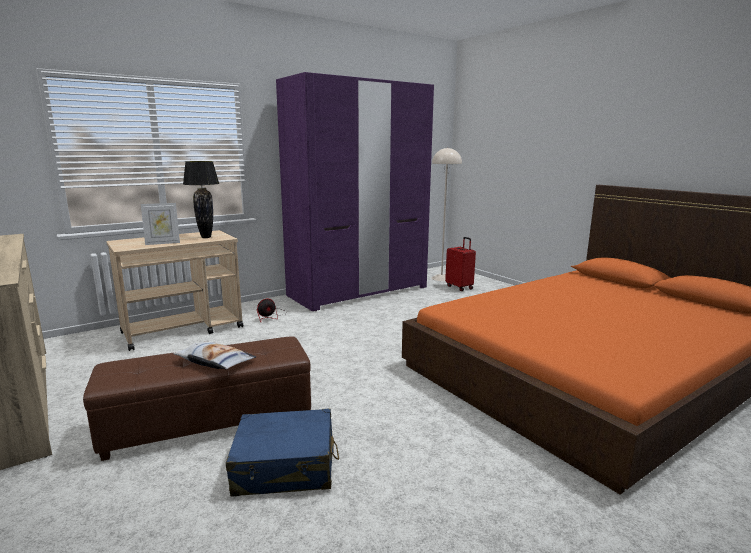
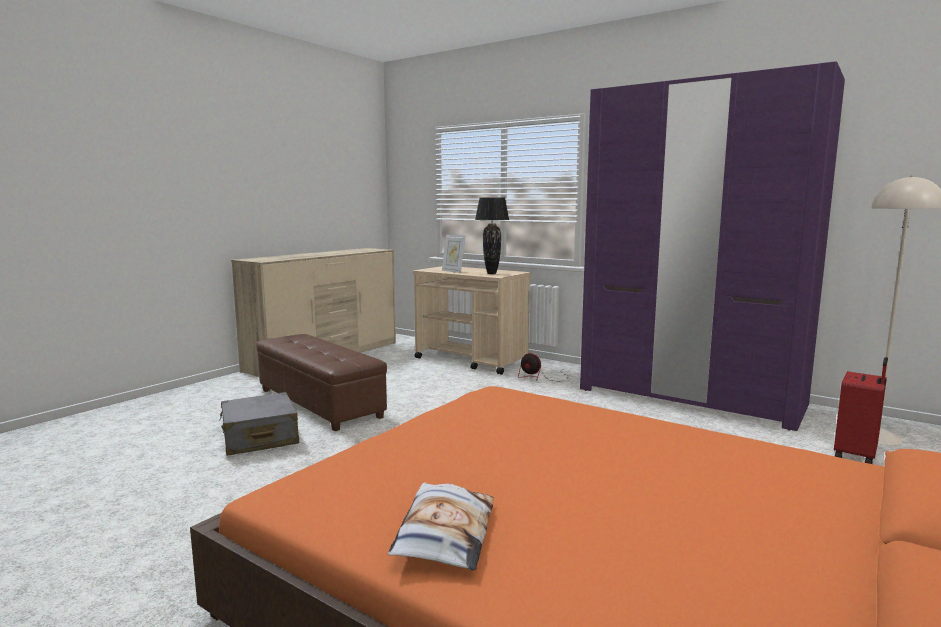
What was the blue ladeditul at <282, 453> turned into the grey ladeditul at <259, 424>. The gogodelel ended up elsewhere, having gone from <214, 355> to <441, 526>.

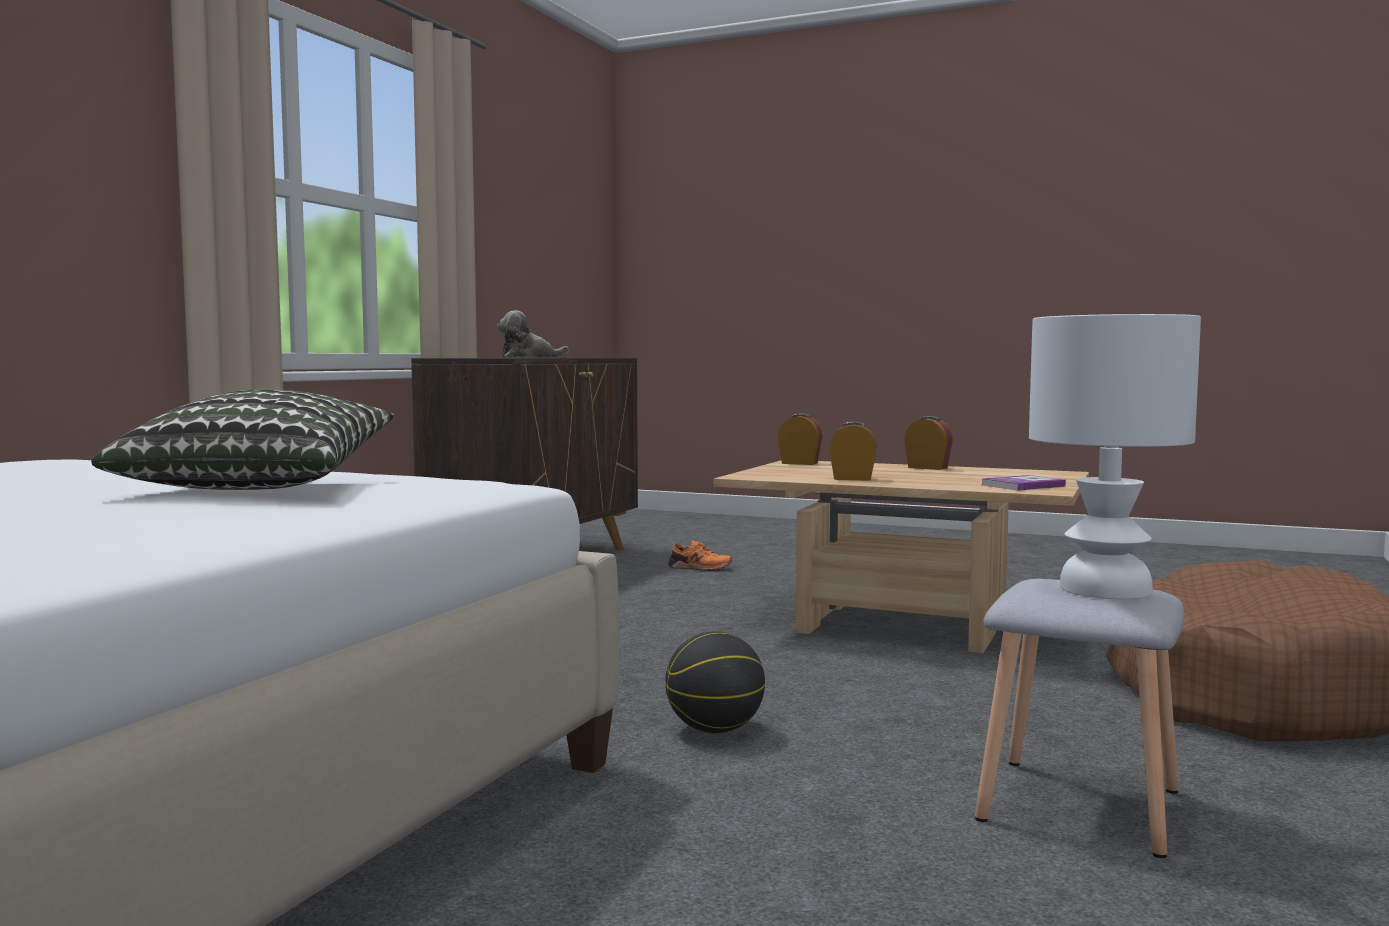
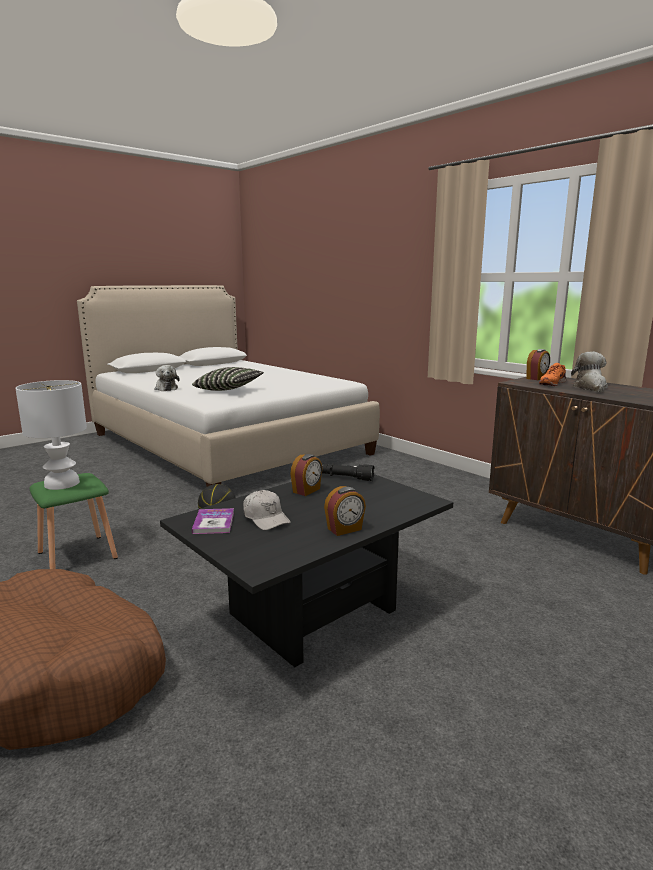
What was the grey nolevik at <1079, 718> turned into the green nolevik at <73, 521>. The second view gained the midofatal at <167, 378>. What was the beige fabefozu at <901, 556> turned into the black fabefozu at <306, 566>. The second view gained the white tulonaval at <267, 510>. The second view gained the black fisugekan at <348, 472>. The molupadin ended up elsewhere, having gone from <800, 439> to <538, 364>. The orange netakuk ended up elsewhere, having gone from <700, 555> to <552, 374>.

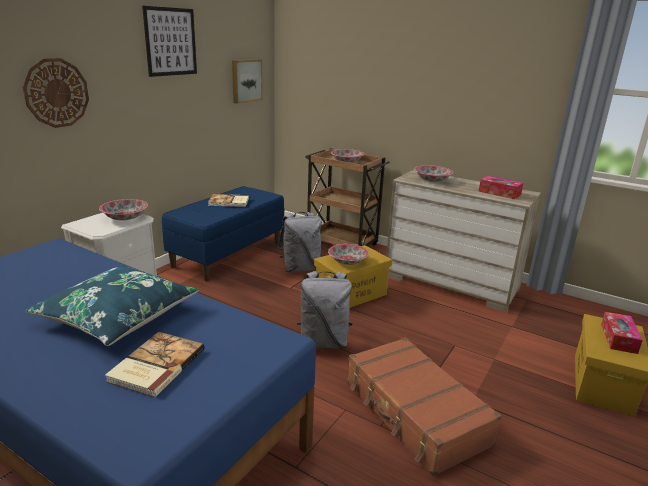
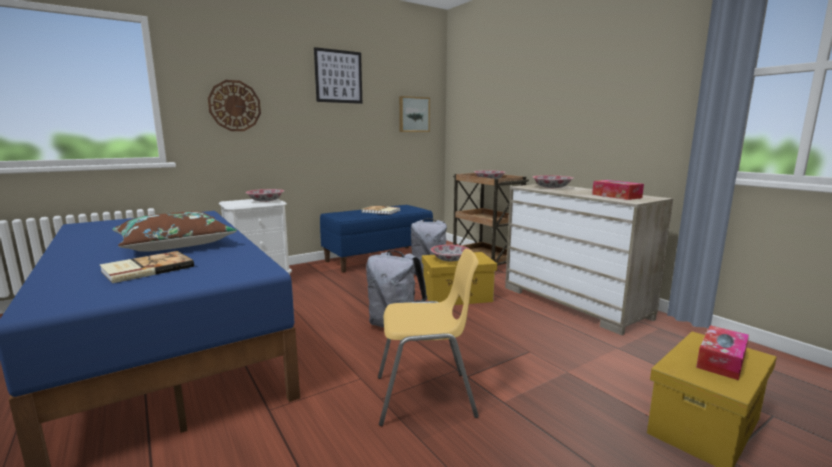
What was the blue gogodelel at <112, 305> turned into the brown gogodelel at <174, 231>. Where the brown ladeditul stood at <424, 406>, the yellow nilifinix came to stand at <428, 337>.

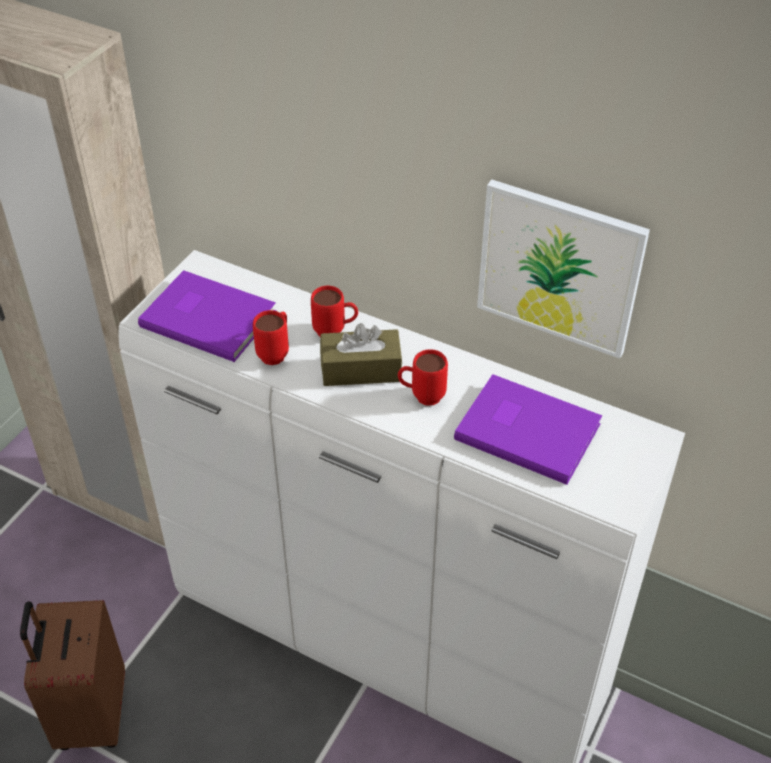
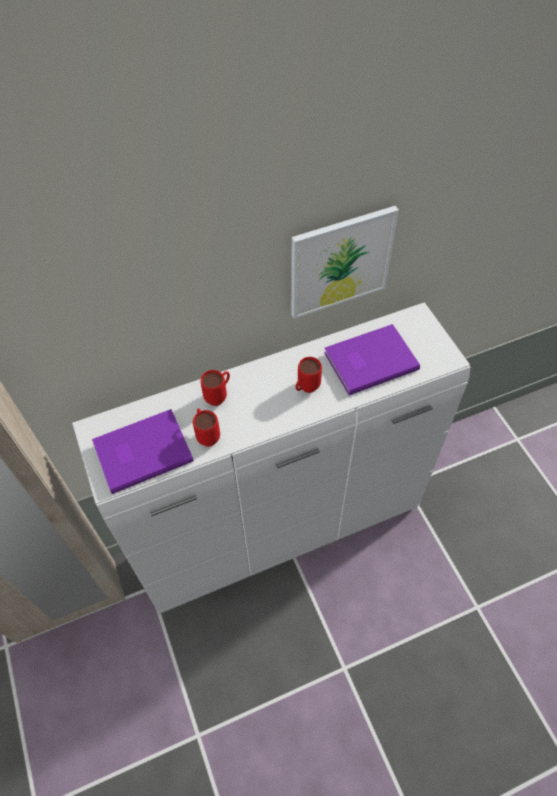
The second view lost the brown ladeditul at <72, 675>. The second view lost the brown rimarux at <361, 354>.

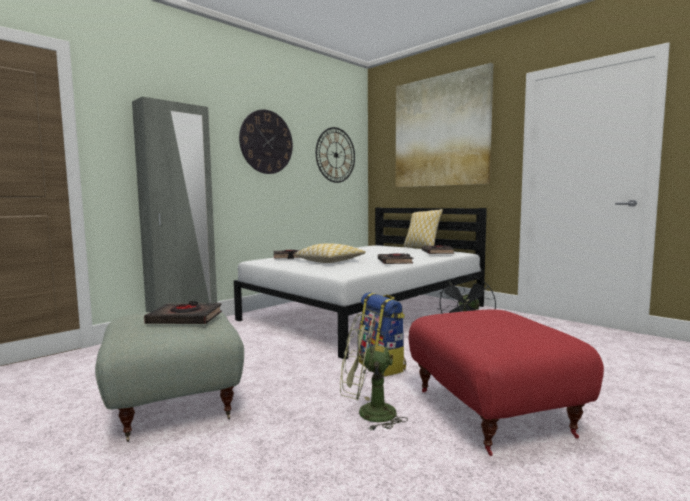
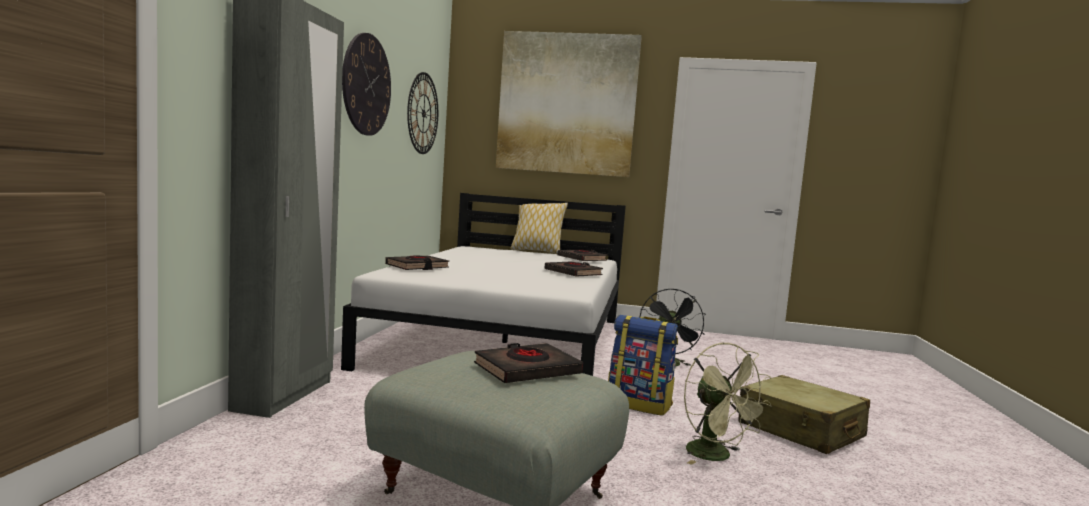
The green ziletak at <374, 372> ended up facing another way, 90 degrees counterclockwise from before. Where the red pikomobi stood at <506, 382>, the beige ladeditul came to stand at <804, 414>. The second view lost the gogodelel at <330, 253>.

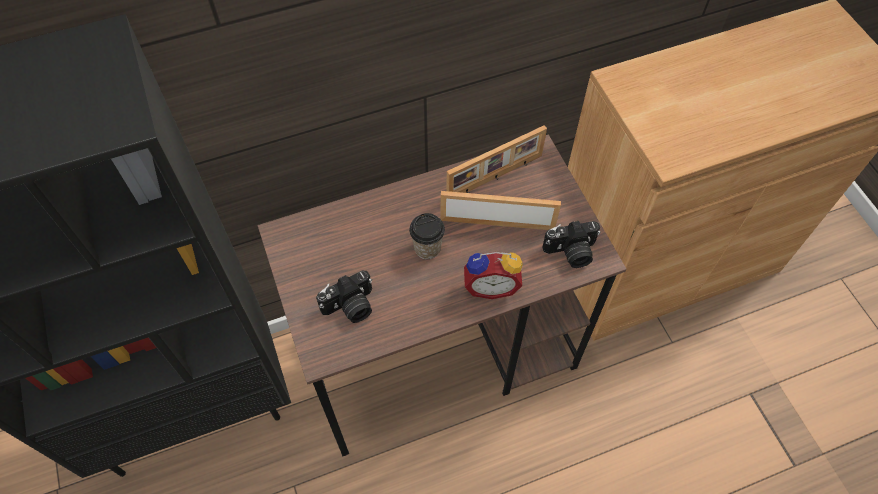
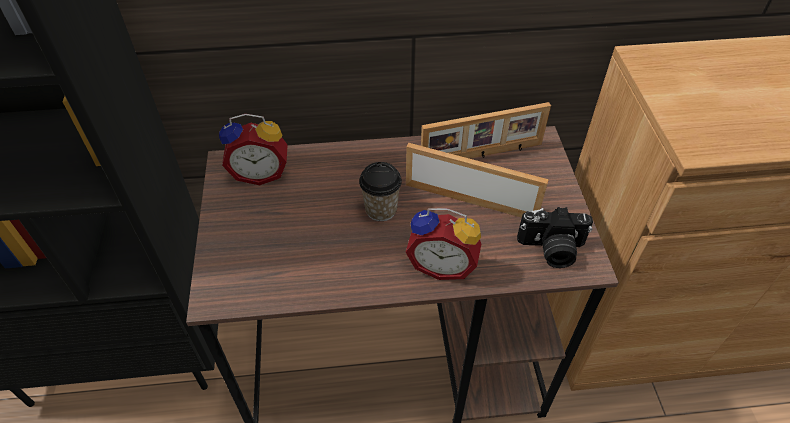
The second view gained the molupadin at <253, 149>. The second view lost the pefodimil at <344, 297>.

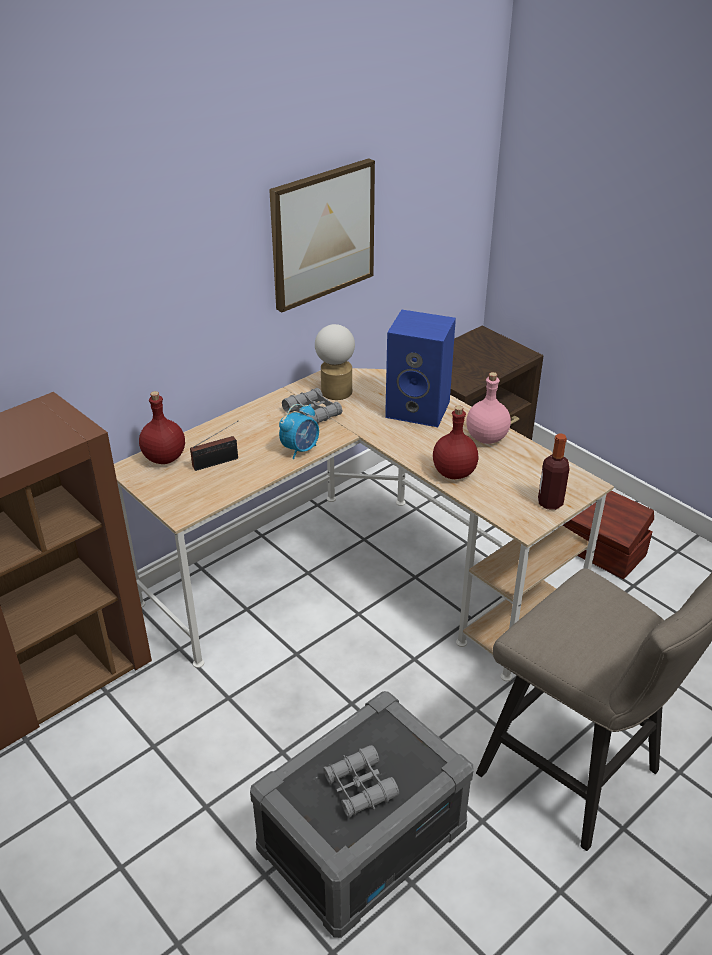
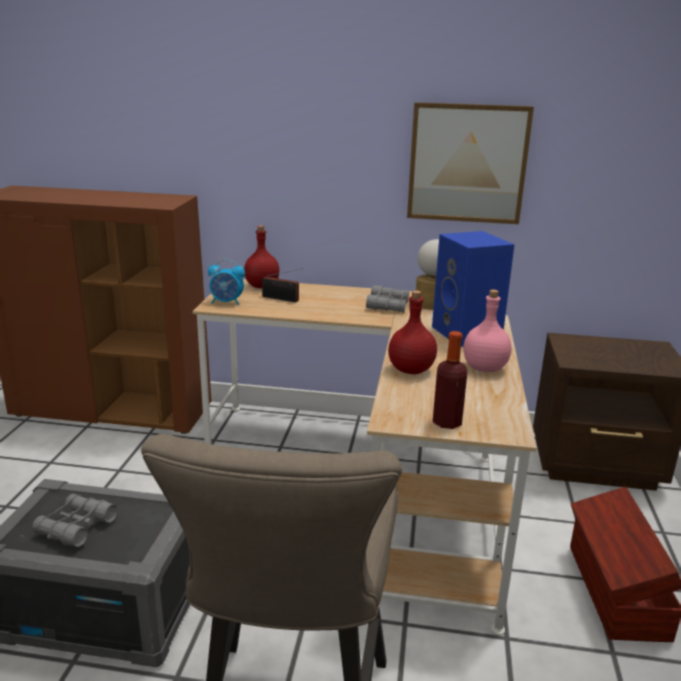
The molupadin ended up elsewhere, having gone from <299, 431> to <226, 282>.

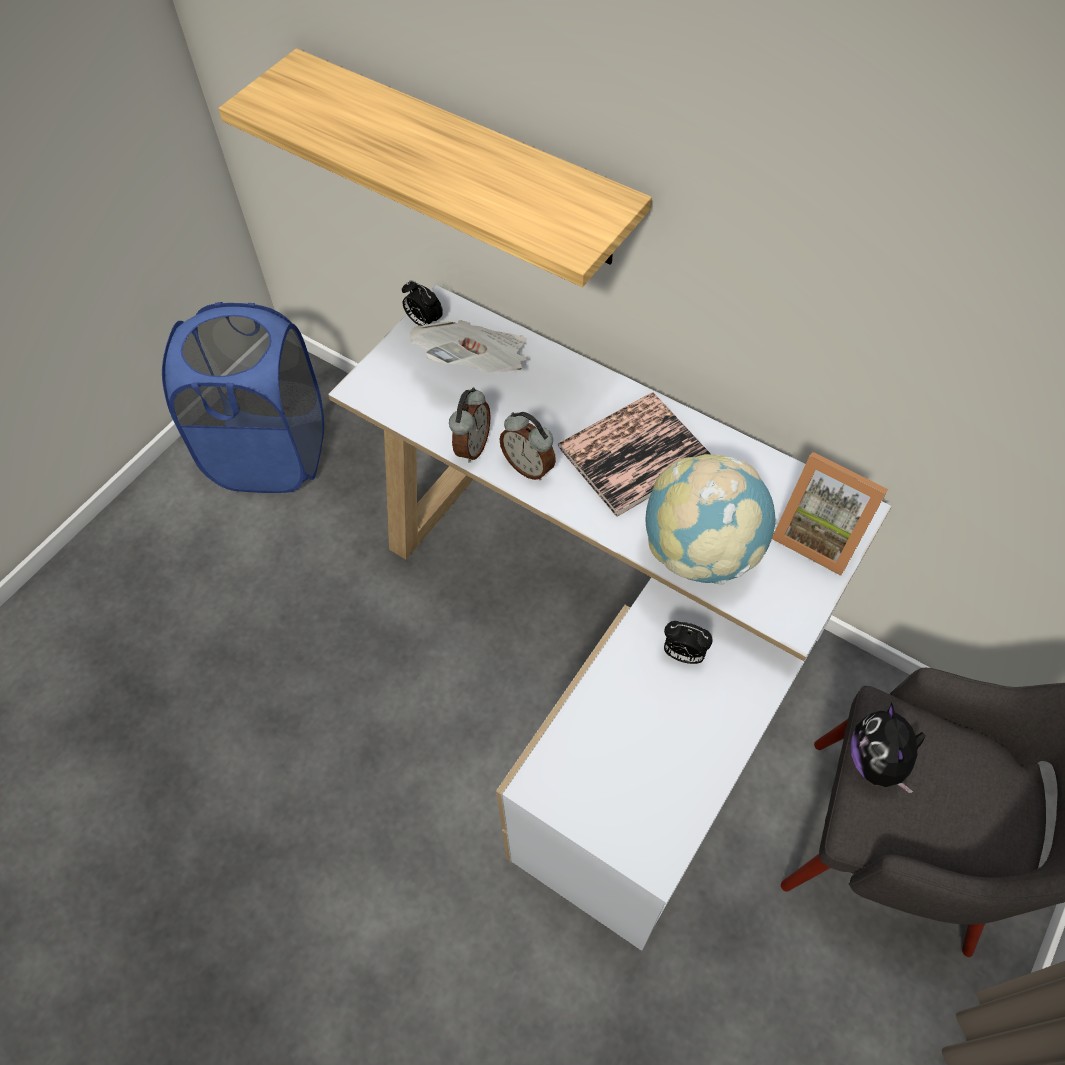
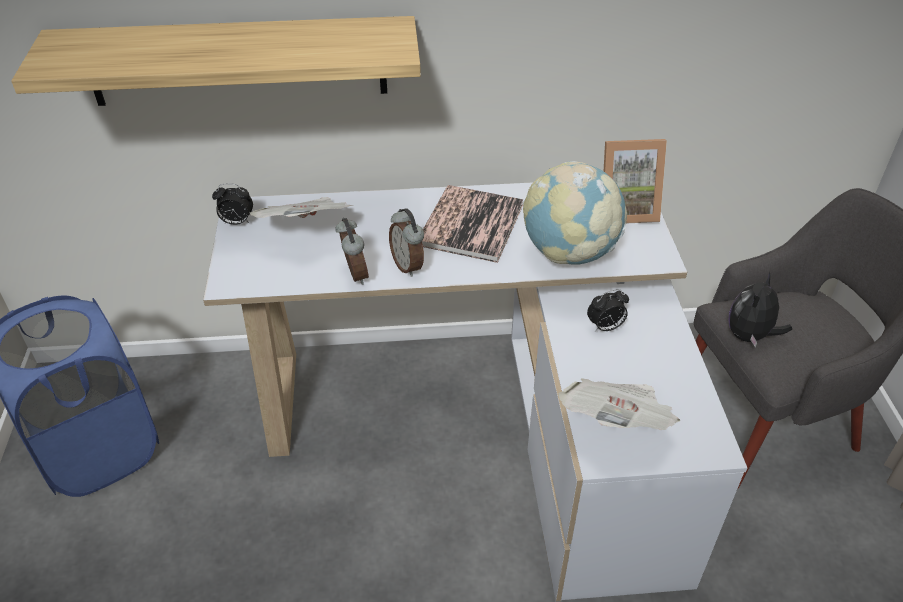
The molupadin at <527, 446> ended up facing another way, 60 degrees clockwise from before. The second view gained the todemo at <619, 404>. The midofatal at <888, 747> ended up facing another way, 75 degrees clockwise from before.

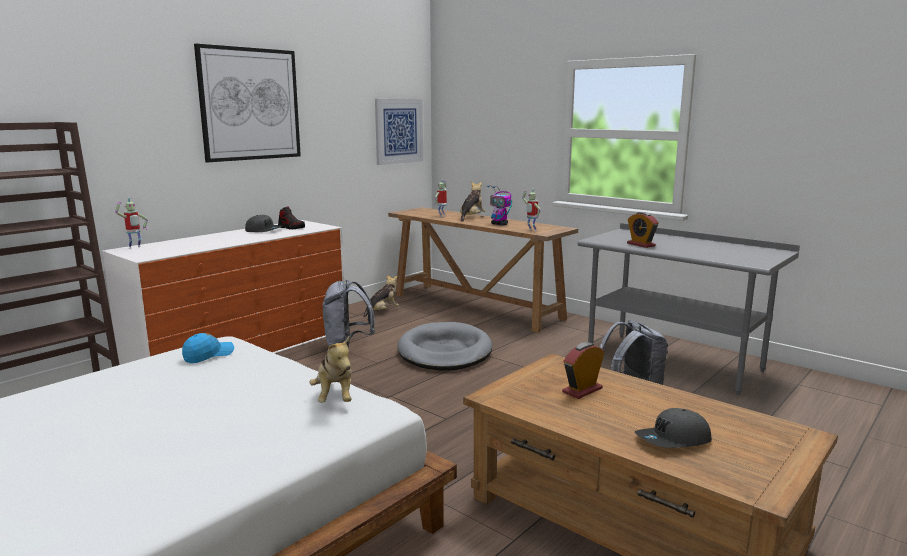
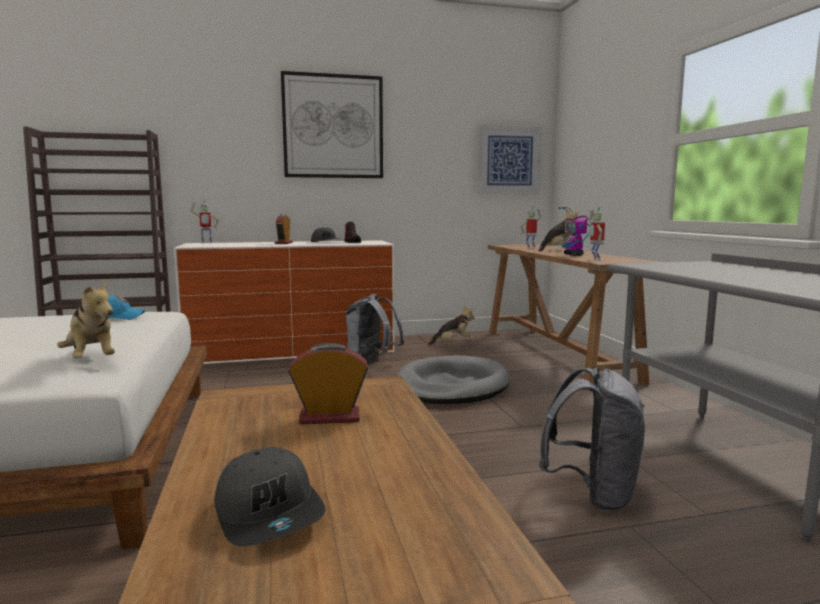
The midofatal at <330, 369> ended up facing another way, 60 degrees counterclockwise from before. The grey tulonaval at <673, 428> ended up facing another way, 135 degrees counterclockwise from before. The molupadin ended up elsewhere, having gone from <643, 230> to <284, 229>.

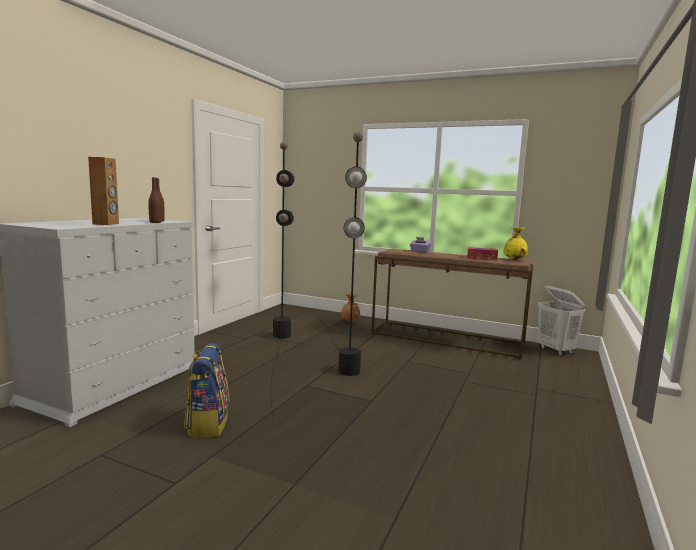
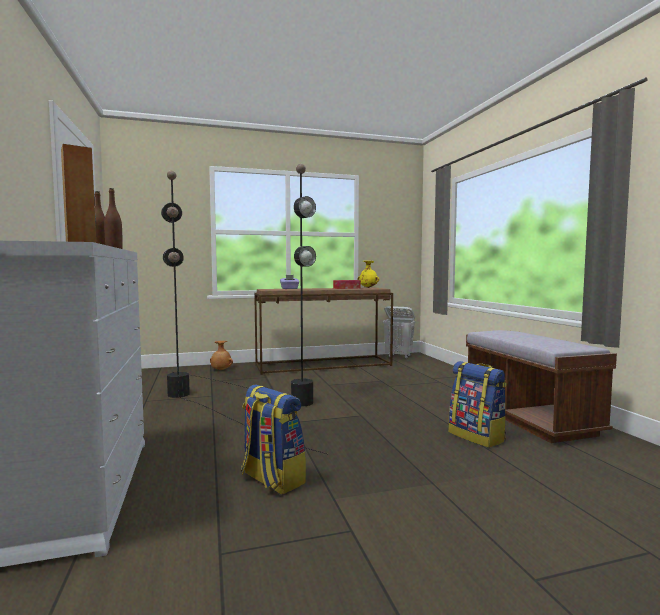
The second view gained the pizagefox at <478, 404>. The second view gained the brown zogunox at <541, 386>.

